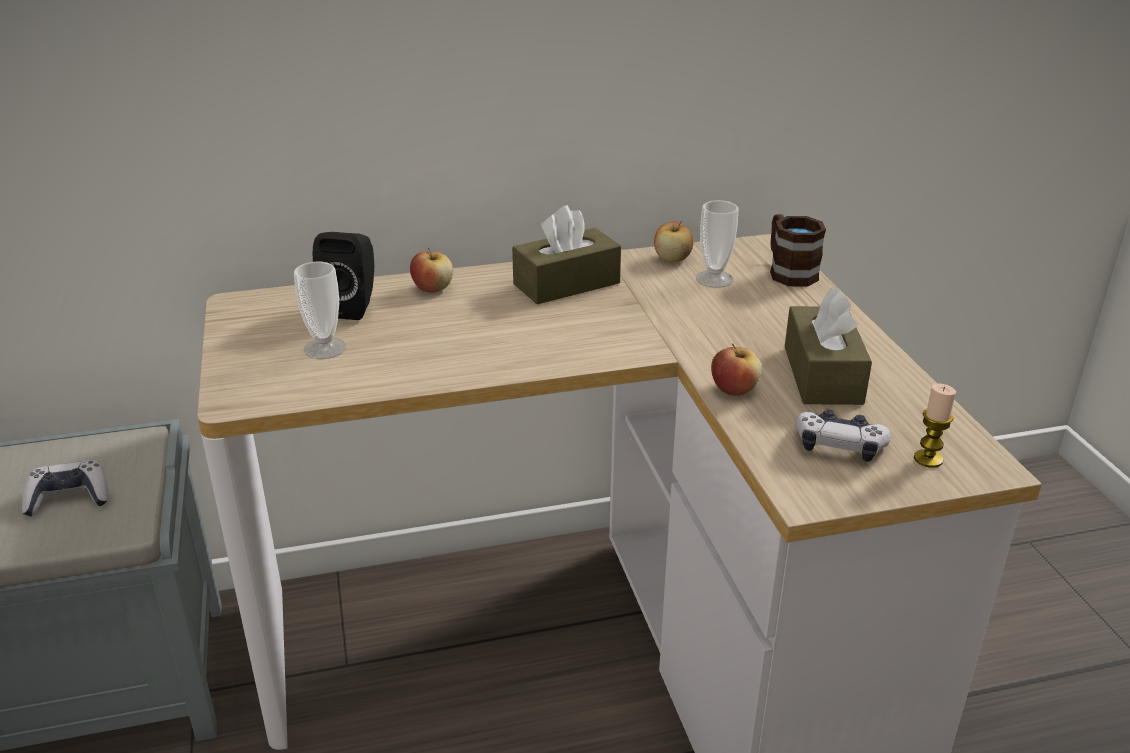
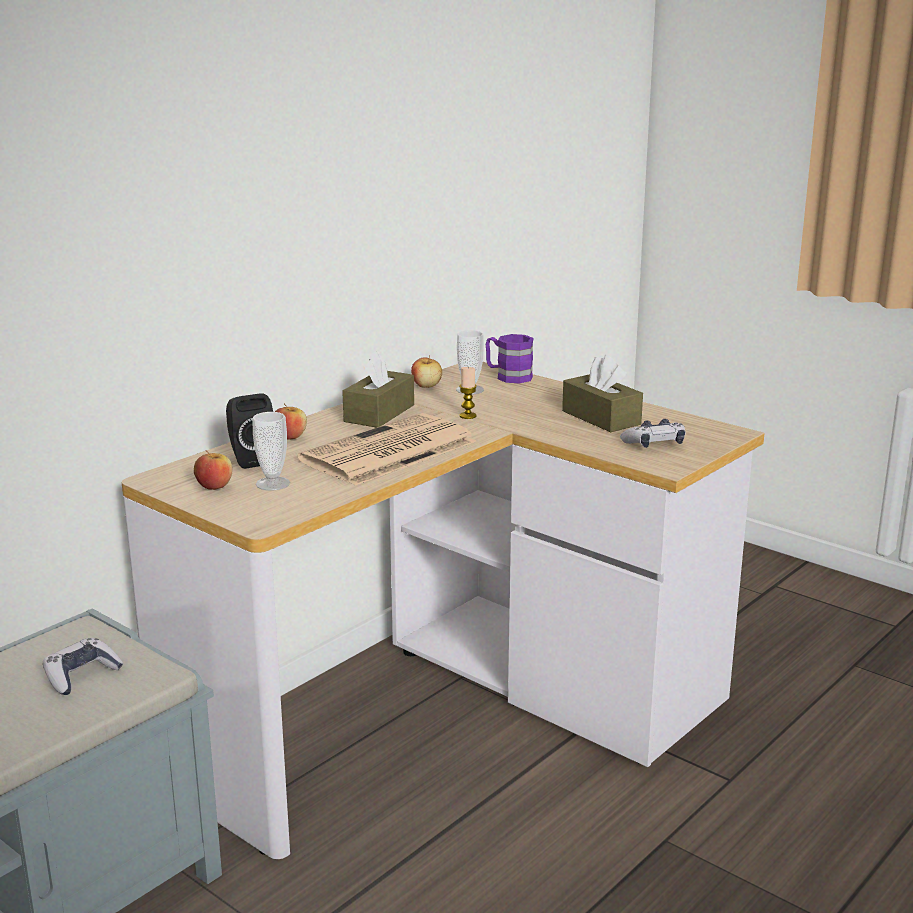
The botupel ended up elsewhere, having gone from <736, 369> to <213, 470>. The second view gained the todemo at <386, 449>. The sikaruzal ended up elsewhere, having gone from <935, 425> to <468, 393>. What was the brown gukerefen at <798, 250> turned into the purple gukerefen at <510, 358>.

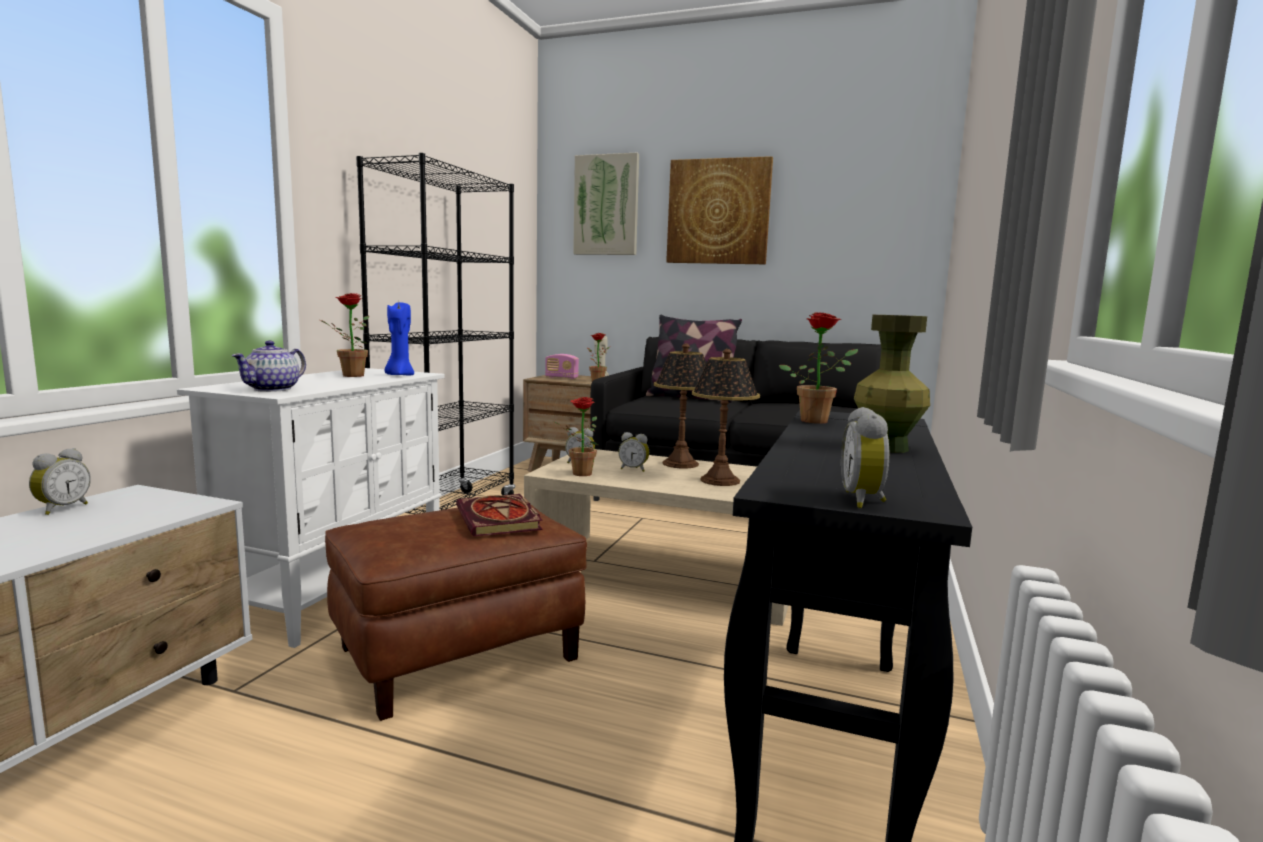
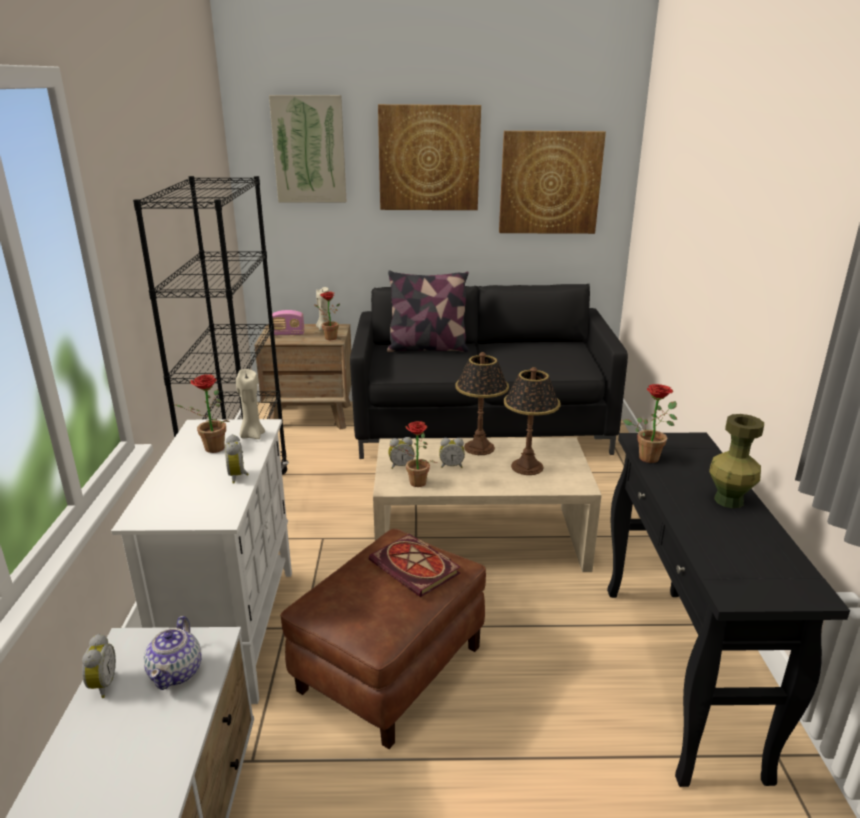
The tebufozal ended up elsewhere, having gone from <268, 366> to <173, 653>. The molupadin ended up elsewhere, having gone from <865, 457> to <237, 459>. What was the blue sikaruzal at <399, 339> turned into the beige sikaruzal at <250, 404>. The second view gained the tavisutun at <552, 182>.

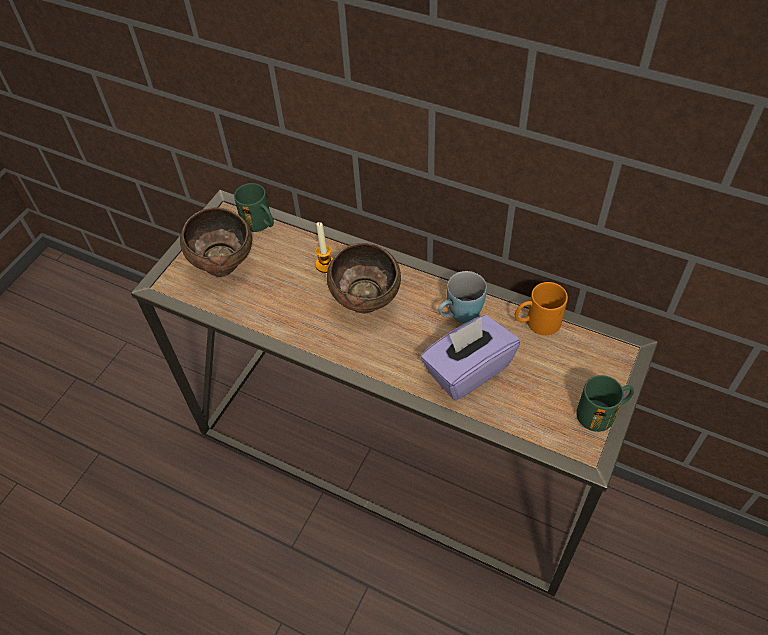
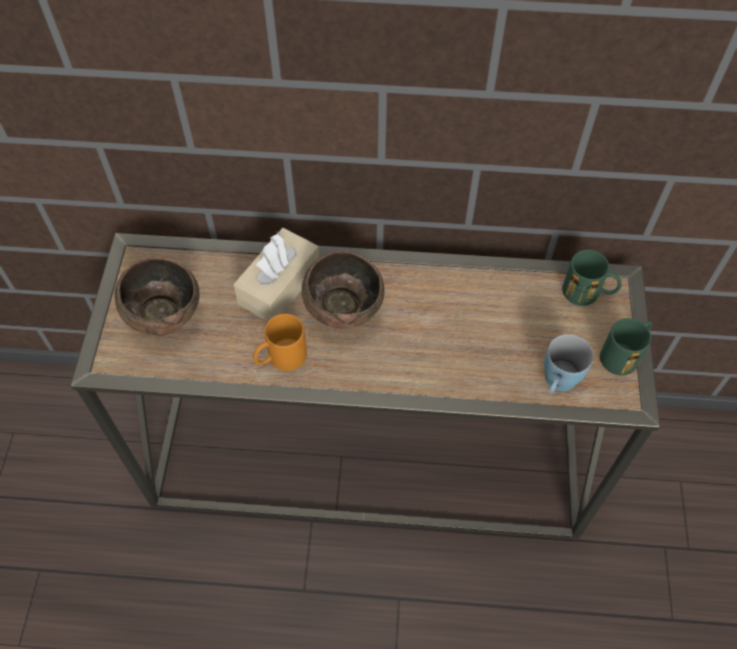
Where the sikaruzal stood at <324, 247>, the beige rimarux came to stand at <276, 274>. The orange gukerefen ended up elsewhere, having gone from <541, 308> to <280, 342>. The blue gukerefen ended up elsewhere, having gone from <462, 297> to <568, 364>. The green gukerefen ended up elsewhere, having gone from <254, 207> to <591, 278>. The second view lost the purple rimarux at <470, 357>.

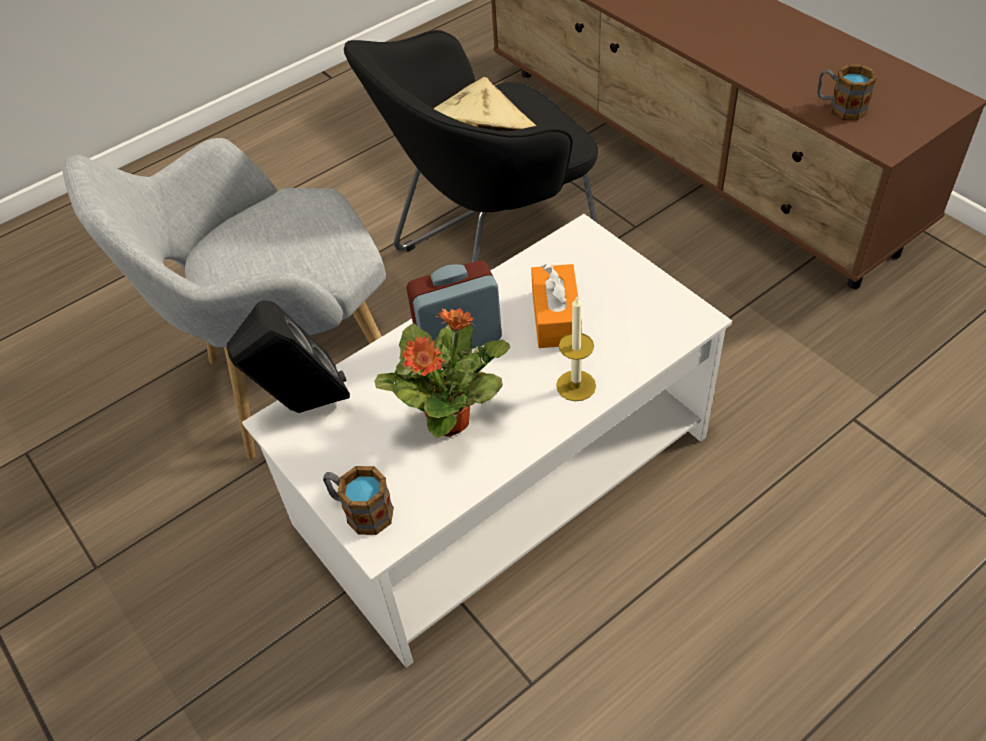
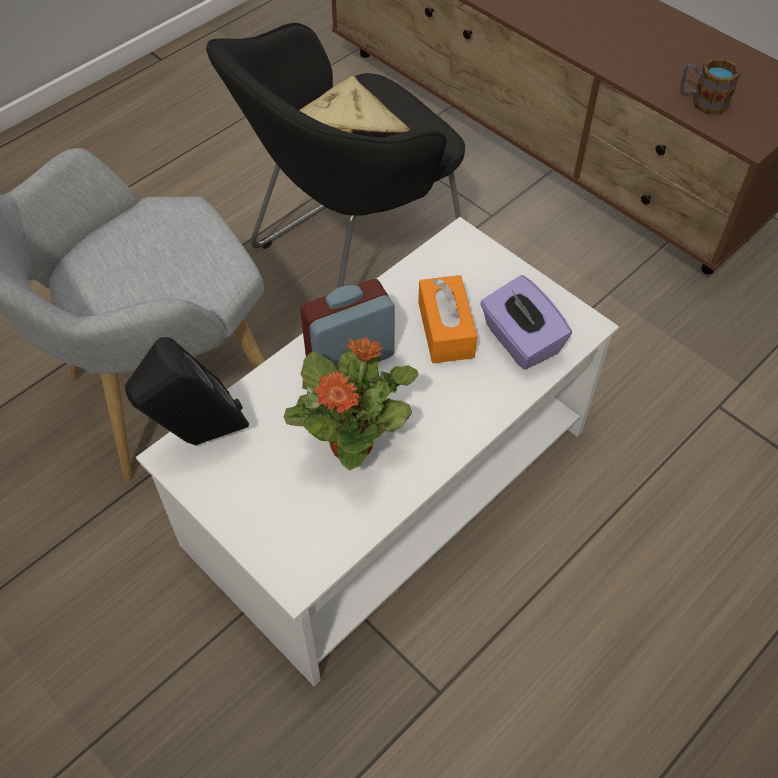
The second view gained the purple rimarux at <526, 322>. The second view lost the gukerefen at <358, 500>. The second view lost the sikaruzal at <576, 349>.

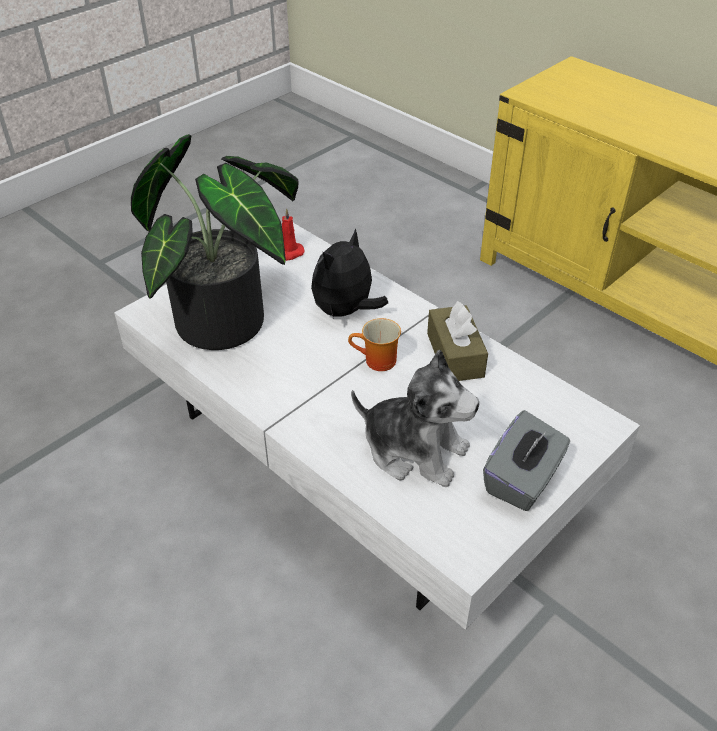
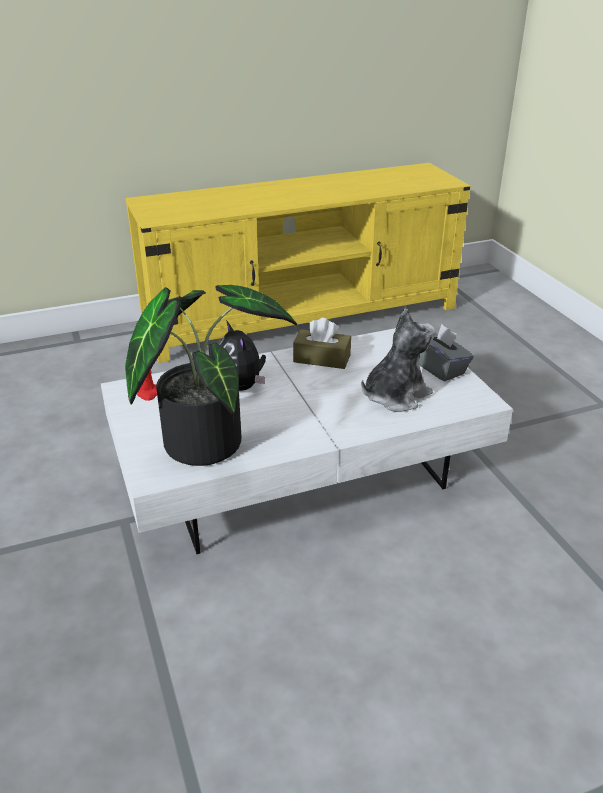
The second view lost the gukerefen at <374, 344>.

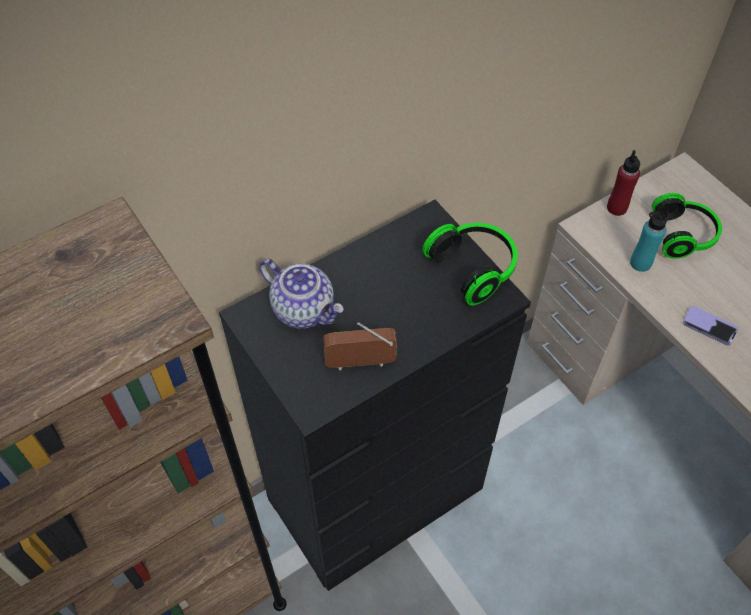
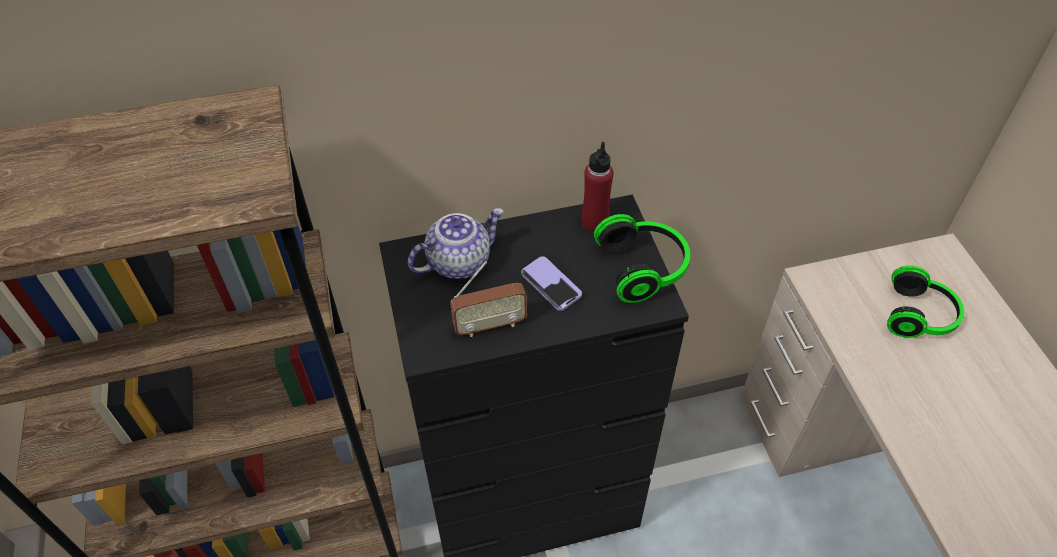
The tebufozal at <301, 294> ended up facing another way, 90 degrees counterclockwise from before. The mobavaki at <360, 346> ended up facing another way, 150 degrees clockwise from before. The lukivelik ended up elsewhere, having gone from <710, 326> to <551, 283>. The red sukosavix ended up elsewhere, having gone from <623, 183> to <597, 187>. The second view lost the turquoise sukosavix at <649, 241>.

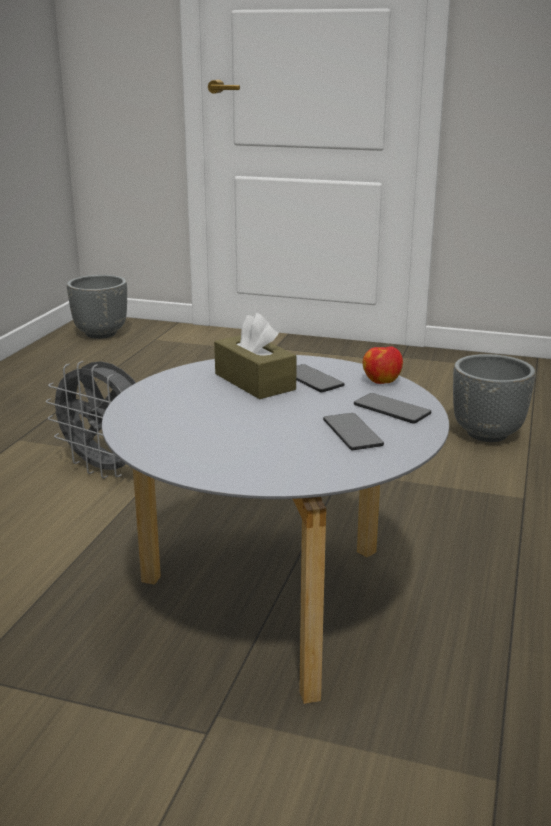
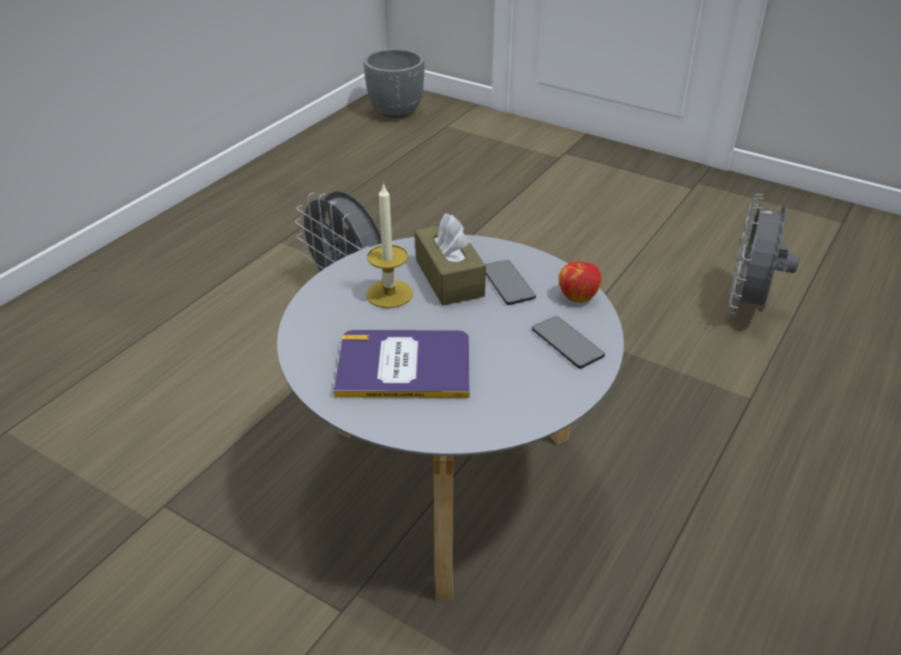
The second view gained the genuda at <402, 364>. The second view gained the sikaruzal at <389, 245>. Where the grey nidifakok stood at <494, 398>, the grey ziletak came to stand at <764, 254>. The second view lost the lukivelik at <353, 431>.

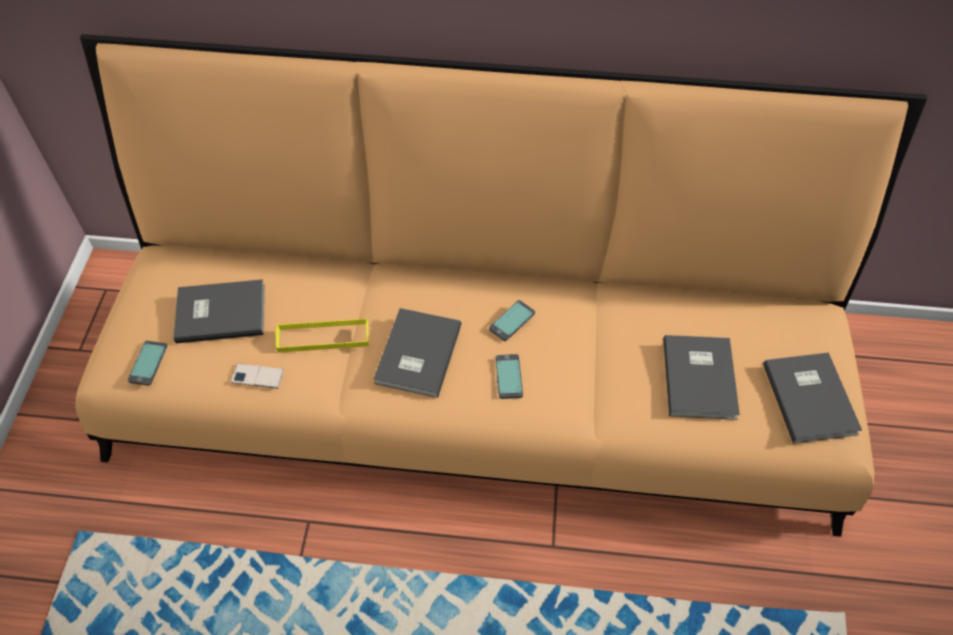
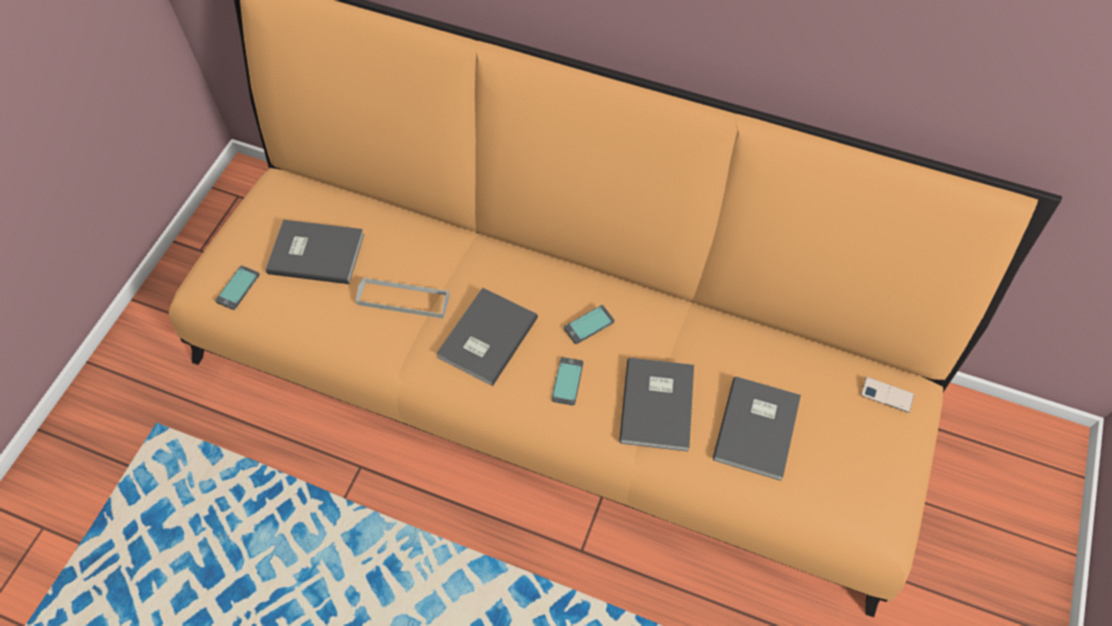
What was the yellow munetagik at <322, 335> turned into the grey munetagik at <403, 298>. The grey genuda ended up elsewhere, having gone from <812, 397> to <656, 404>. The lukivelik ended up elsewhere, having gone from <257, 376> to <887, 395>.

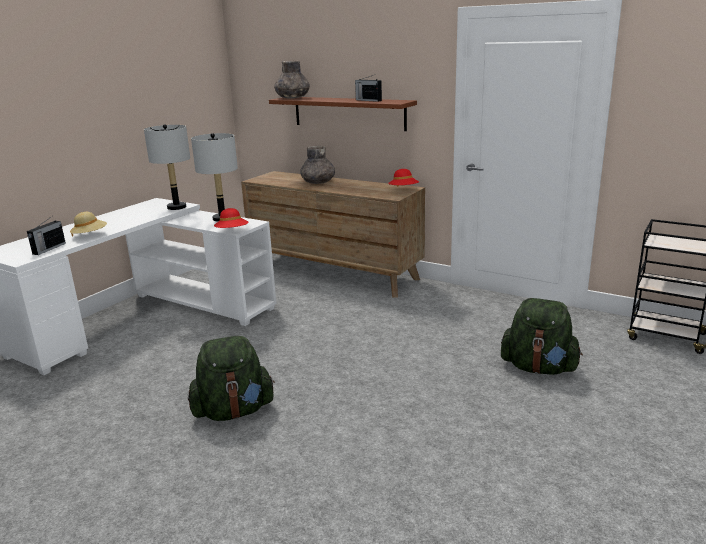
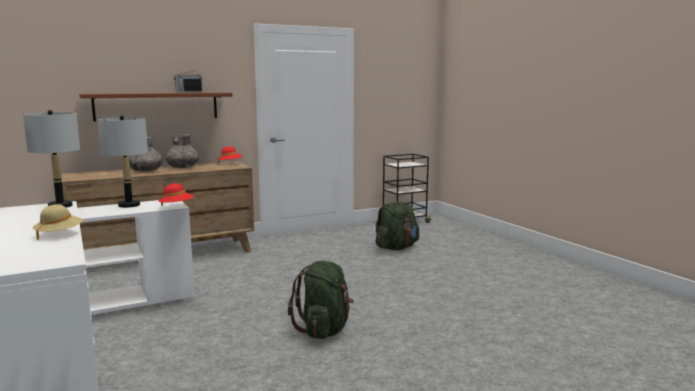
The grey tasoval ended up elsewhere, having gone from <292, 80> to <182, 151>. The second view lost the mobavaki at <46, 236>.

